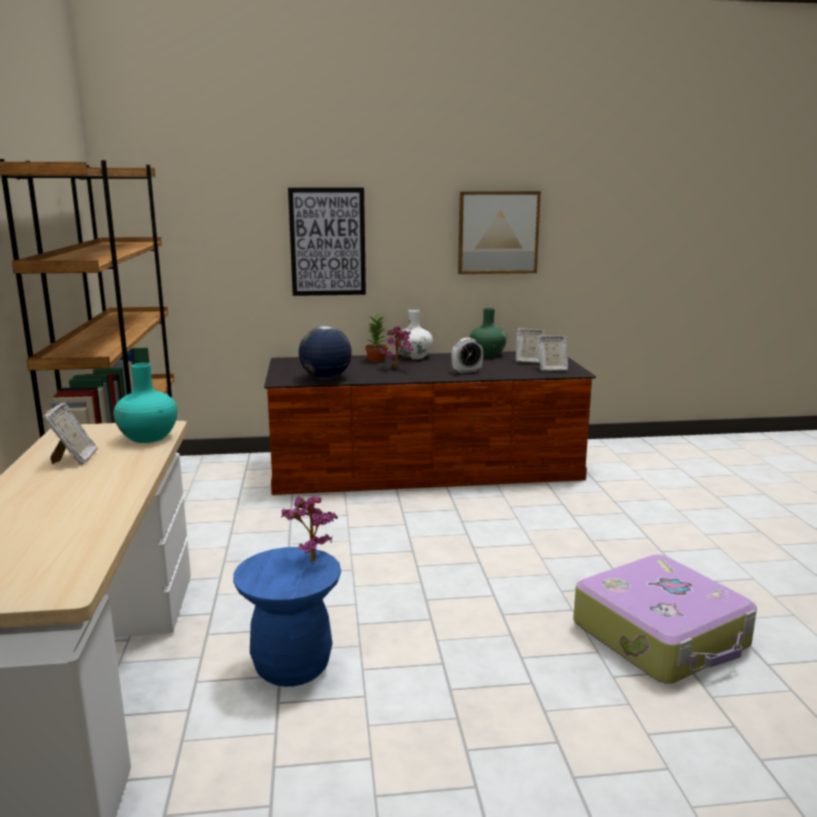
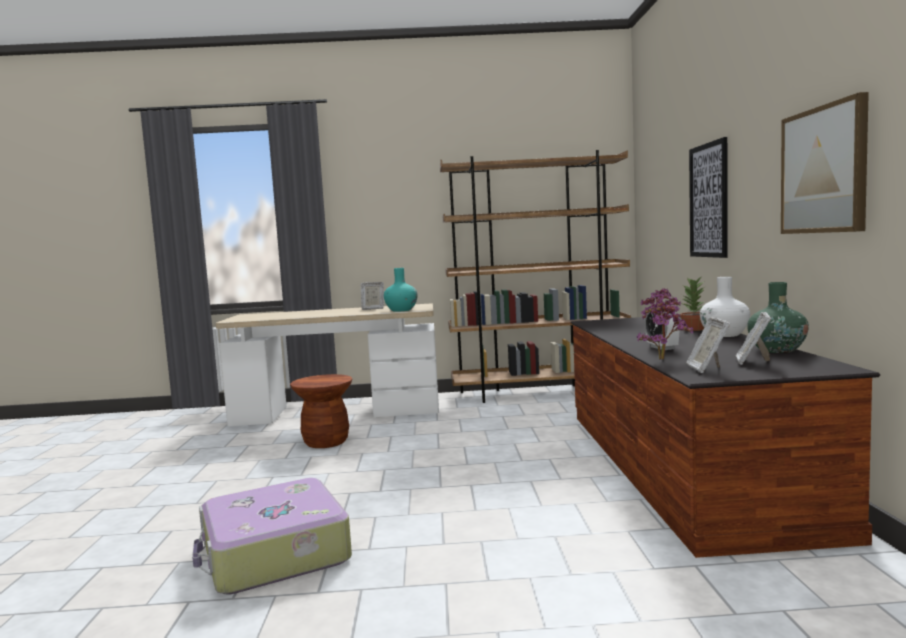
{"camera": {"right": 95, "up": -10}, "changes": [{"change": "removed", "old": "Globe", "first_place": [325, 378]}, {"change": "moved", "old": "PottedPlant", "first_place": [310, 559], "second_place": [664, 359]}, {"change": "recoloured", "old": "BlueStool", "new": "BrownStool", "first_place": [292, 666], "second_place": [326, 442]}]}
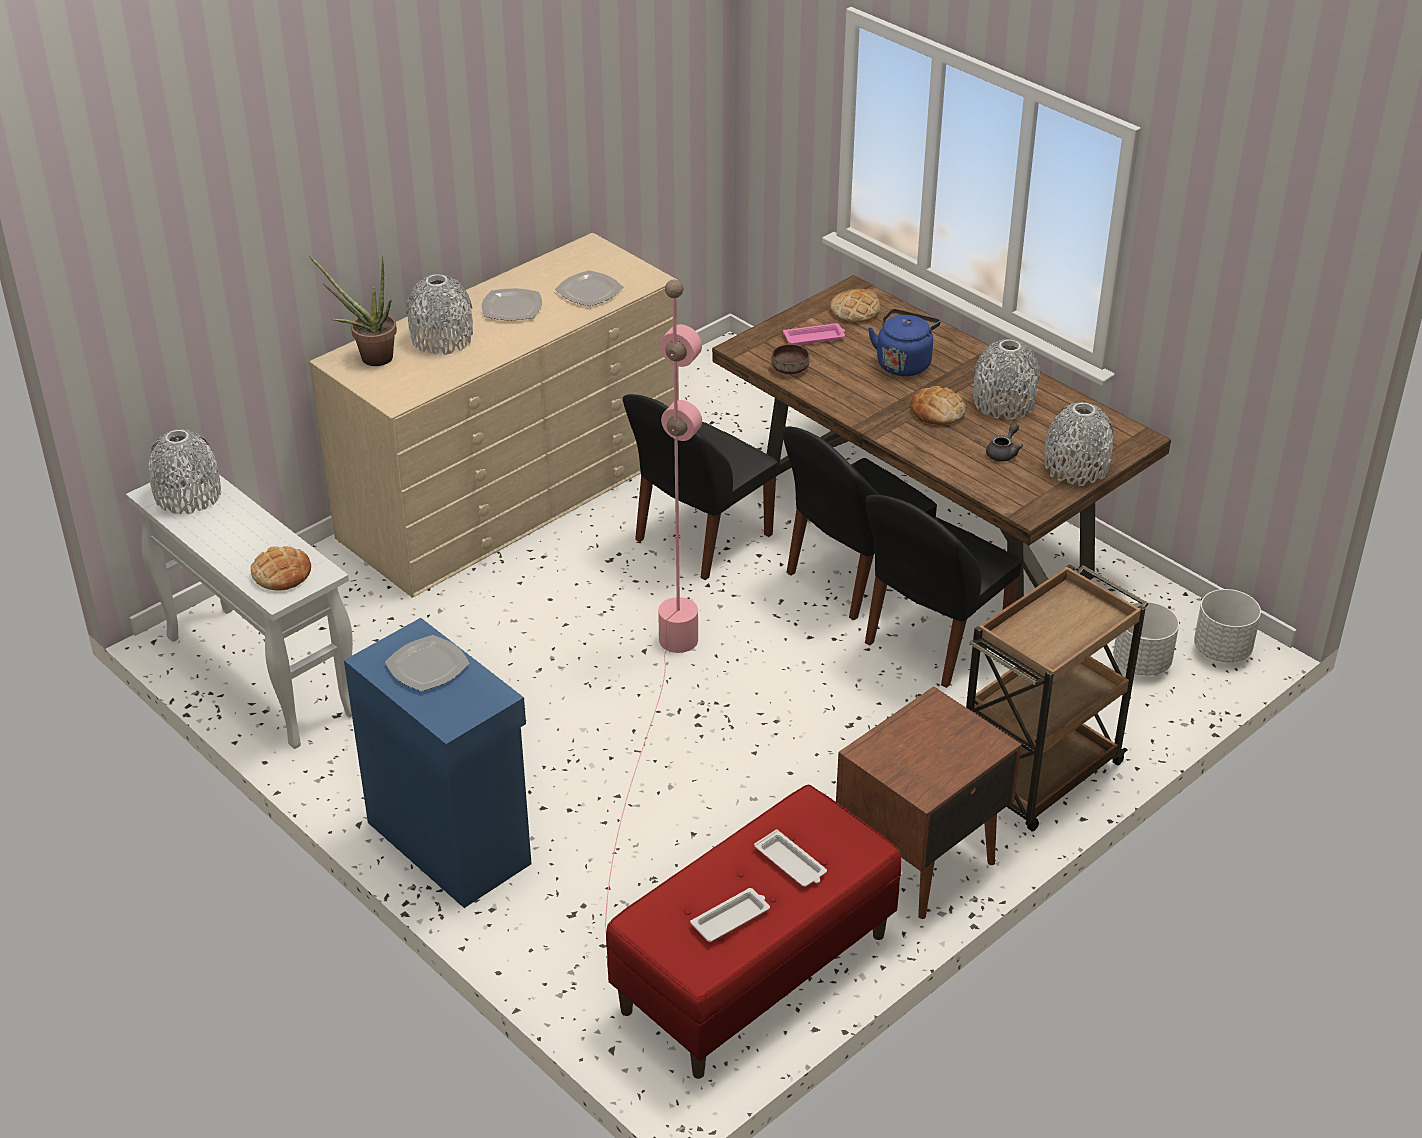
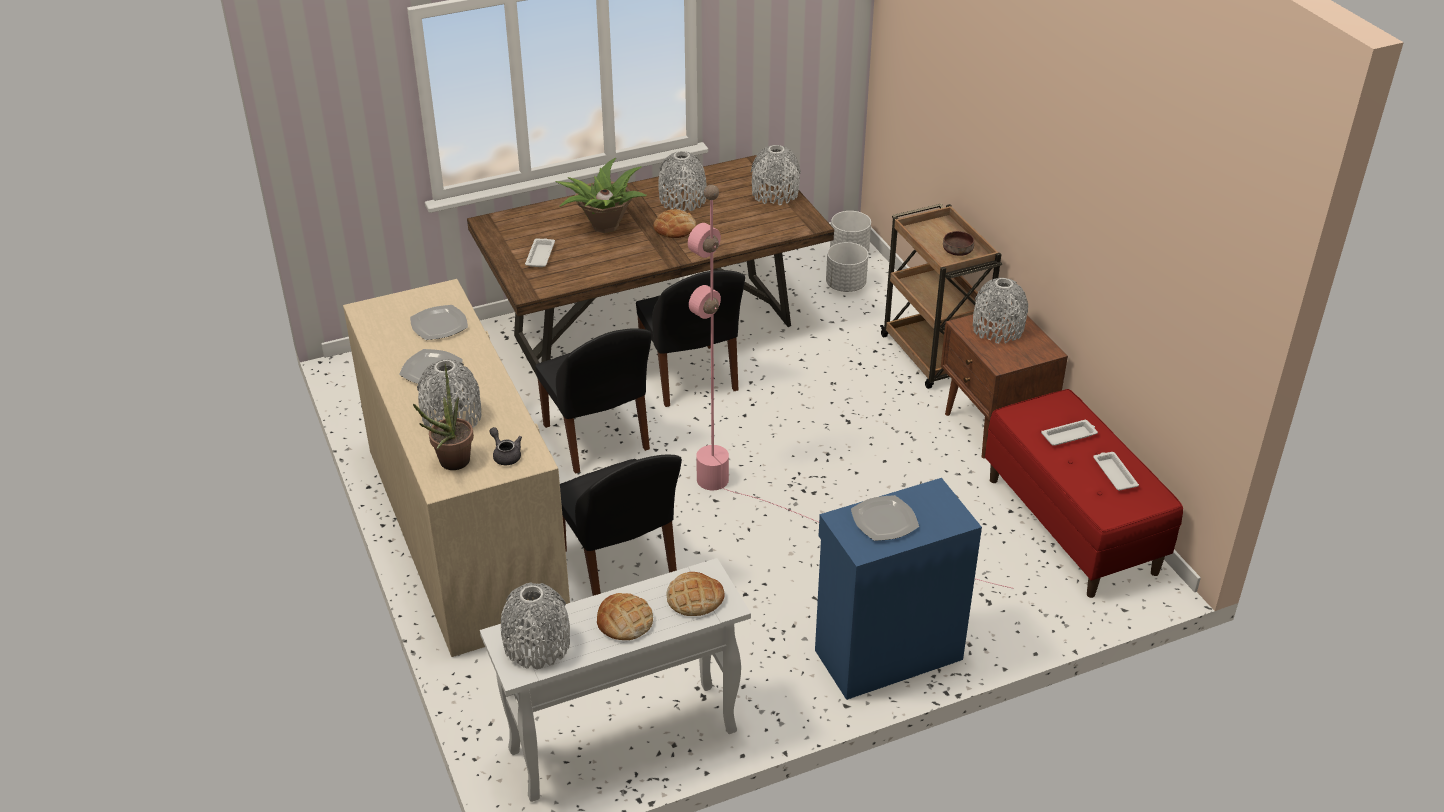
{"camera": {"right": -70, "up": 0}, "changes": [{"change": "added", "new": "GreyVase", "second_place": [997, 329]}, {"change": "moved", "old": "BrownBowl", "first_place": [789, 369], "second_place": [957, 251]}, {"change": "moved", "old": "Bread", "first_place": [855, 310], "second_place": [624, 621]}, {"change": "moved", "old": "BlackChair", "first_place": [934, 642], "second_place": [619, 566]}, {"change": "moved", "old": "GreyTeapot", "first_place": [1003, 452], "second_place": [505, 455]}, {"change": "replaced", "old": "BlueKettle", "new": "PottedPlant", "first_place": [904, 363], "second_place": [604, 226]}, {"change": "recoloured", "old": "PinkTray", "new": "WhiteTray", "first_place": [815, 338], "second_place": [540, 255]}]}
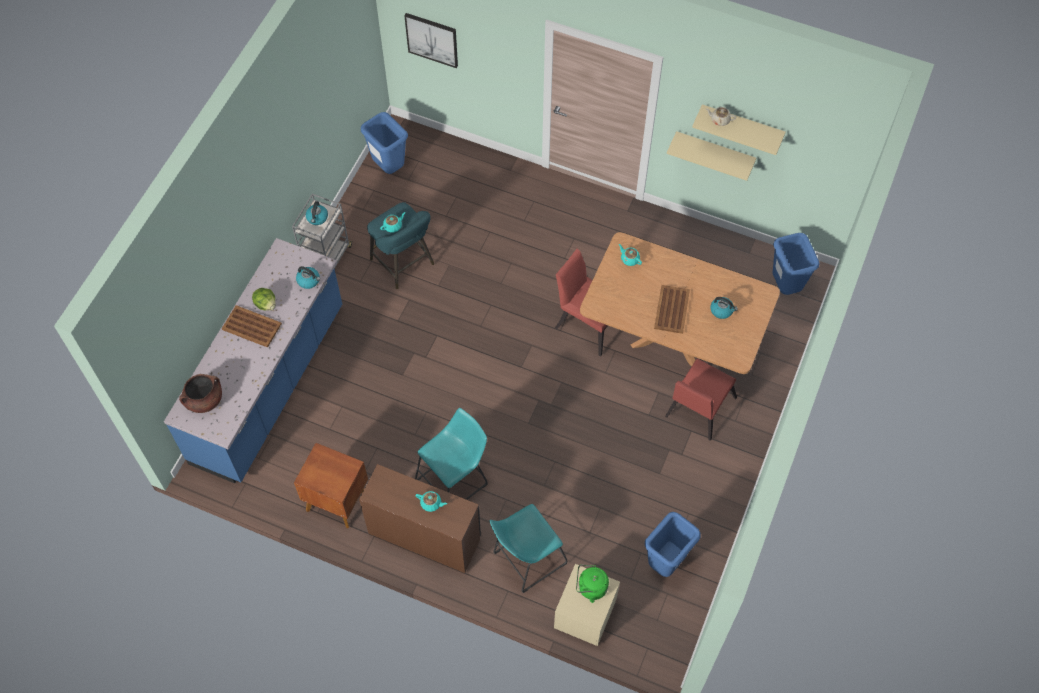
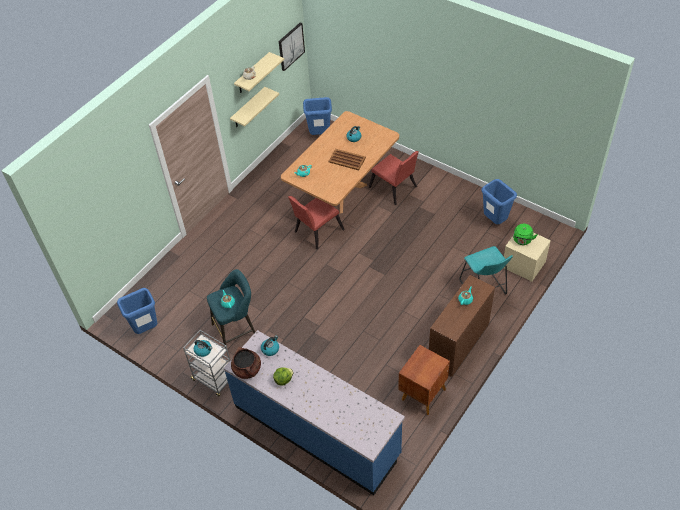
{"camera": {"right": -75, "up": -10}, "changes": [{"change": "removed", "old": "BrownTray", "first_place": [251, 326]}, {"change": "removed", "old": "TurquoiseStool", "first_place": [455, 480]}, {"change": "moved", "old": "BrownCookingPot", "first_place": [204, 400], "second_place": [247, 369]}, {"change": "moved", "old": "Picture", "first_place": [432, 39], "second_place": [291, 46]}]}
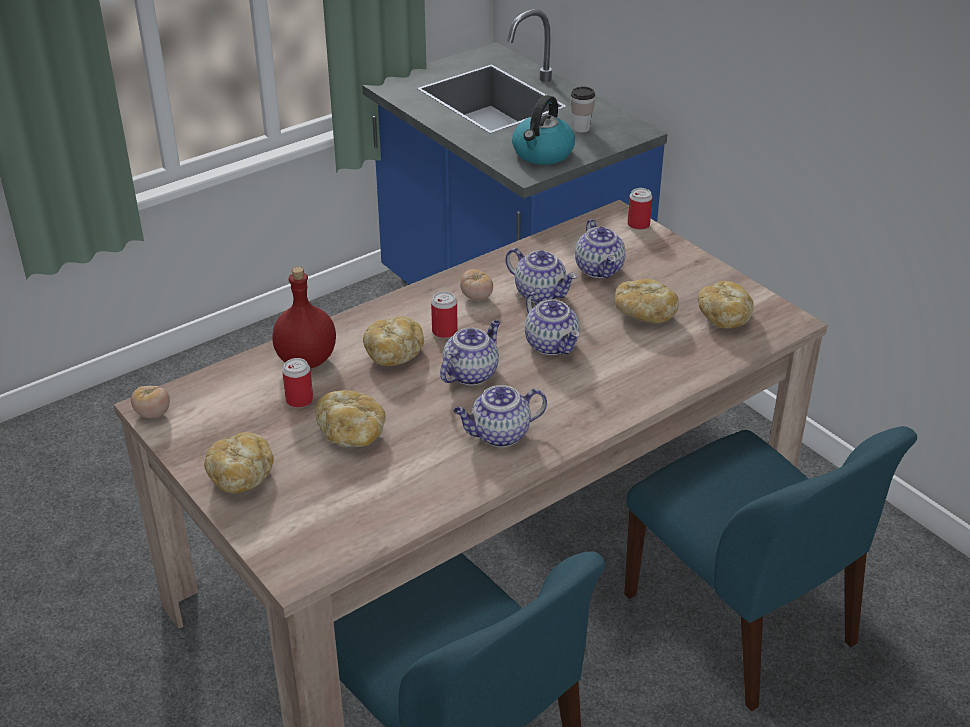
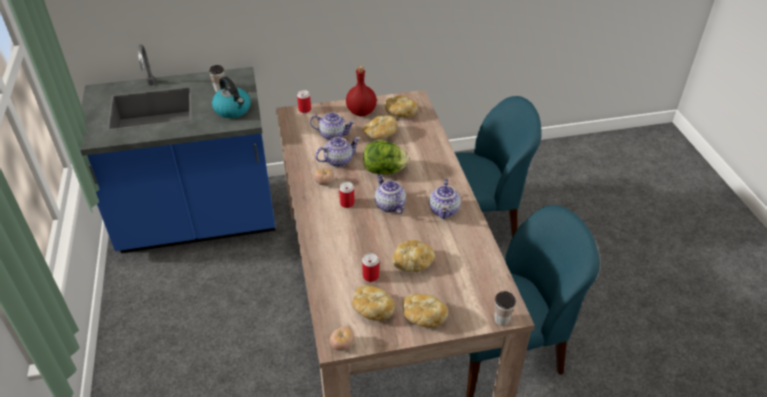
{"camera": {"right": -65, "up": 5}, "changes": [{"change": "added", "new": "Cup", "second_place": [501, 319]}, {"change": "moved", "old": "RedBottle", "first_place": [307, 360], "second_place": [362, 112]}, {"change": "moved", "old": "Bread", "first_place": [394, 353], "second_place": [373, 309]}, {"change": "replaced", "old": "Teapot", "new": "Lettuce", "first_place": [552, 345], "second_place": [384, 171]}]}
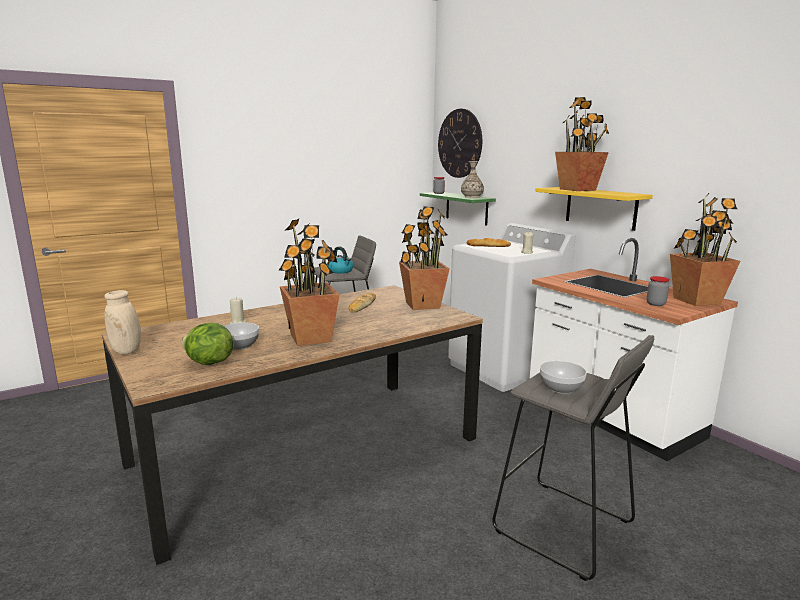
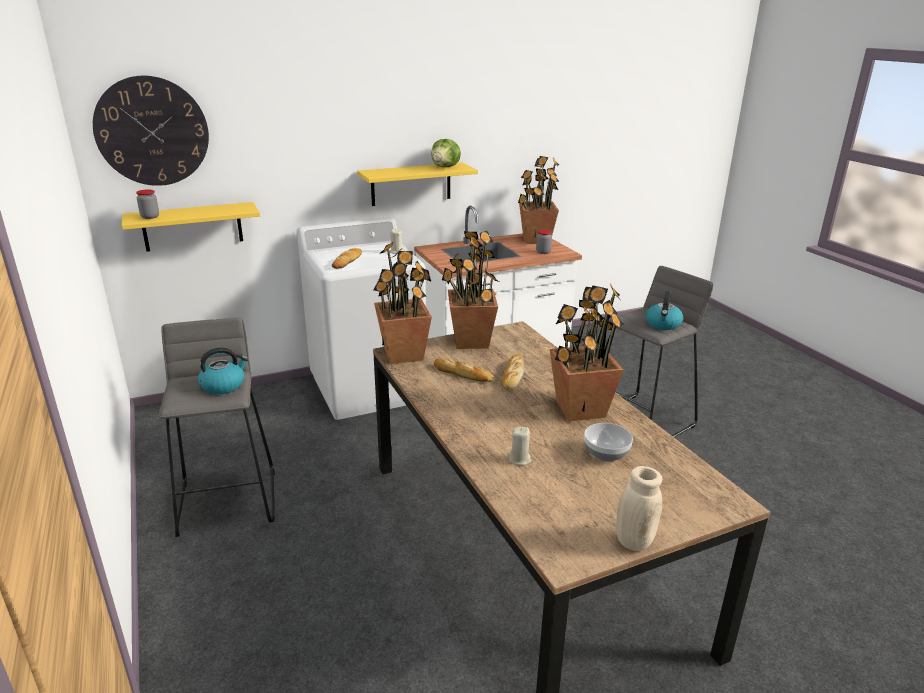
{"camera": {"right": -80, "up": 10}, "changes": [{"change": "removed", "old": "Vase", "first_place": [472, 197]}, {"change": "added", "new": "Bread", "second_place": [512, 375]}, {"change": "moved", "old": "Lettuce", "first_place": [209, 363], "second_place": [446, 167]}, {"change": "moved", "old": "PottedPlant", "first_place": [578, 189], "second_place": [404, 354]}, {"change": "replaced", "old": "Bowl", "new": "Kettle", "first_place": [561, 388], "second_place": [663, 324]}, {"change": "recoloured", "old": "GreenShelf", "new": "YellowShelf", "first_place": [466, 208], "second_place": [192, 226]}]}
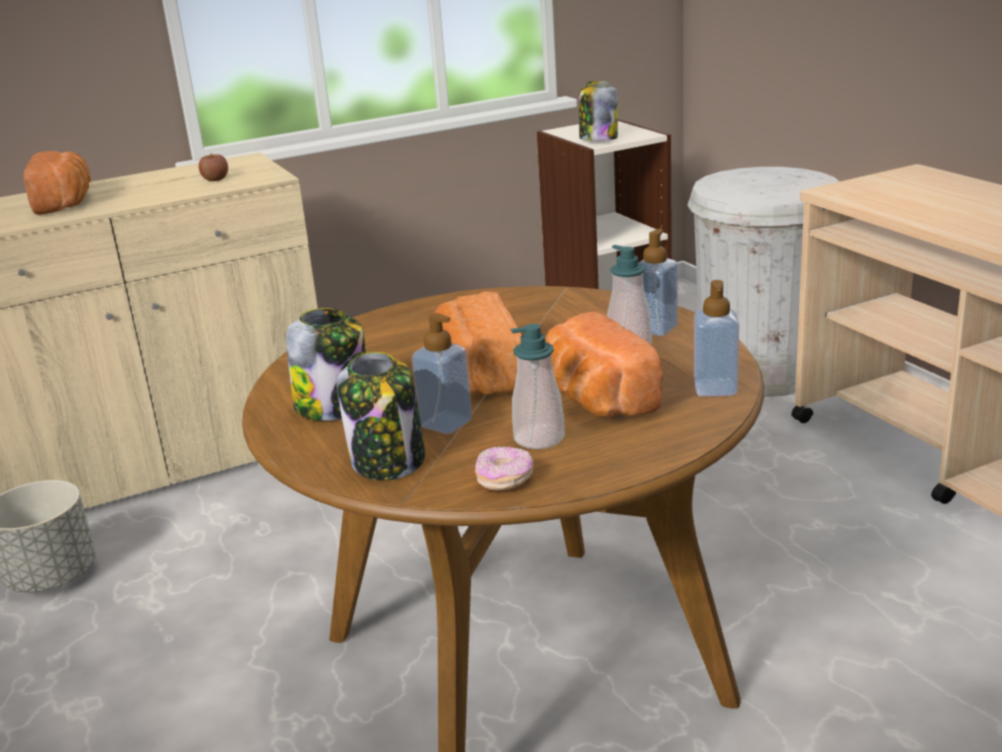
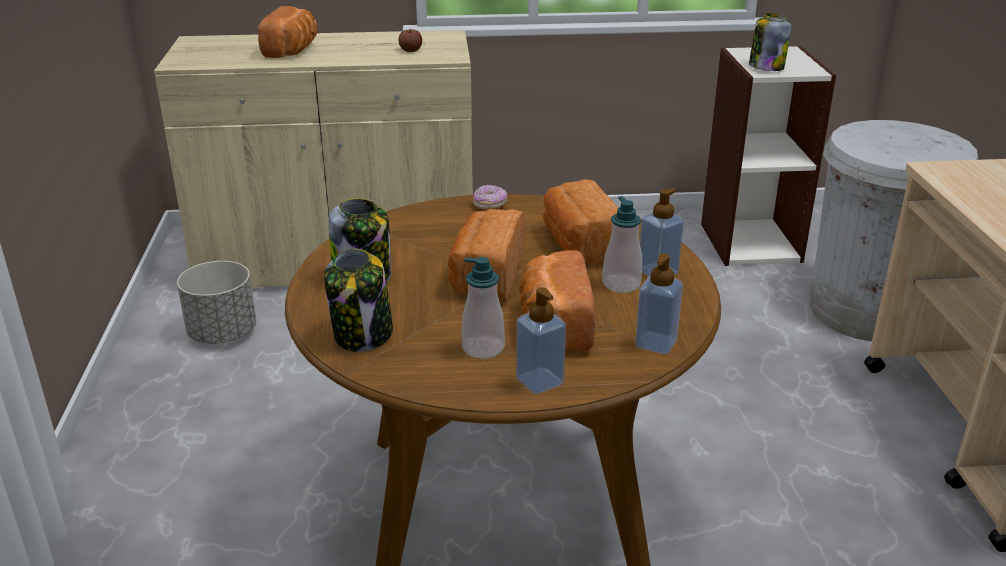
{"camera": {"right": 20, "up": 5}, "changes": [{"change": "added", "new": "Bread", "second_place": [580, 246]}, {"change": "moved", "old": "SoapDispenser", "first_place": [446, 423], "second_place": [539, 381]}, {"change": "moved", "old": "Donut", "first_place": [504, 480], "second_place": [490, 205]}]}
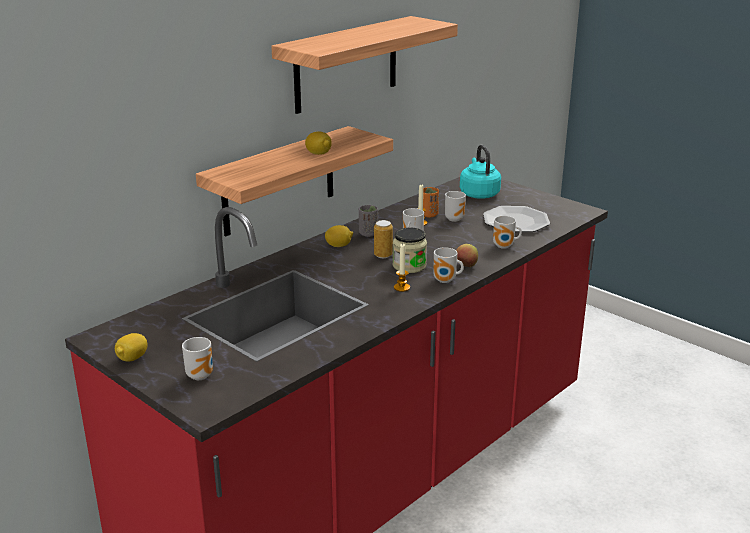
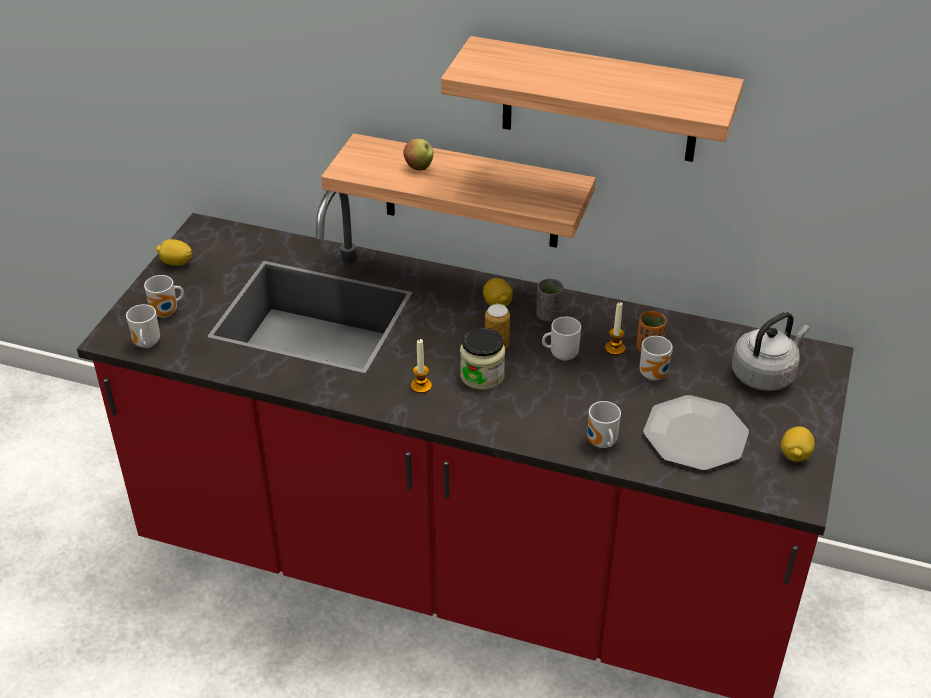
{"camera": {"right": 65, "up": 15}, "changes": [{"change": "moved", "old": "Lemon", "first_place": [318, 153], "second_place": [795, 455]}, {"change": "moved", "old": "Mug", "first_place": [446, 281], "second_place": [145, 344]}, {"change": "moved", "old": "Apple", "first_place": [466, 266], "second_place": [419, 167]}, {"change": "recoloured", "old": "TurquoiseKettle", "new": "GreyKettle", "first_place": [478, 193], "second_place": [765, 374]}]}
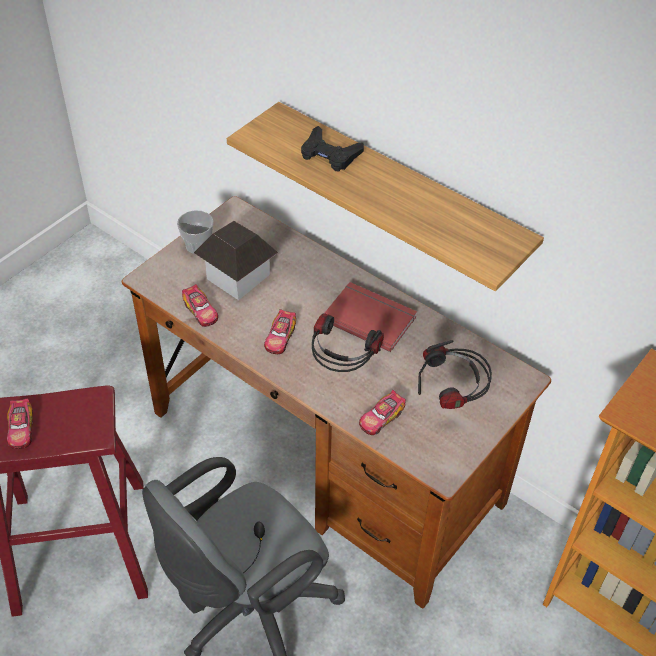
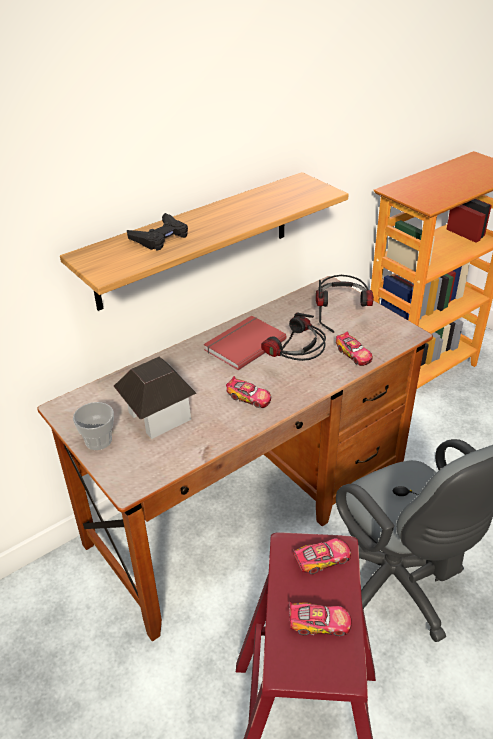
{"camera": {"right": -75, "up": -10}, "changes": [{"change": "moved", "old": "ToyCar", "first_place": [201, 311], "second_place": [322, 559]}]}
